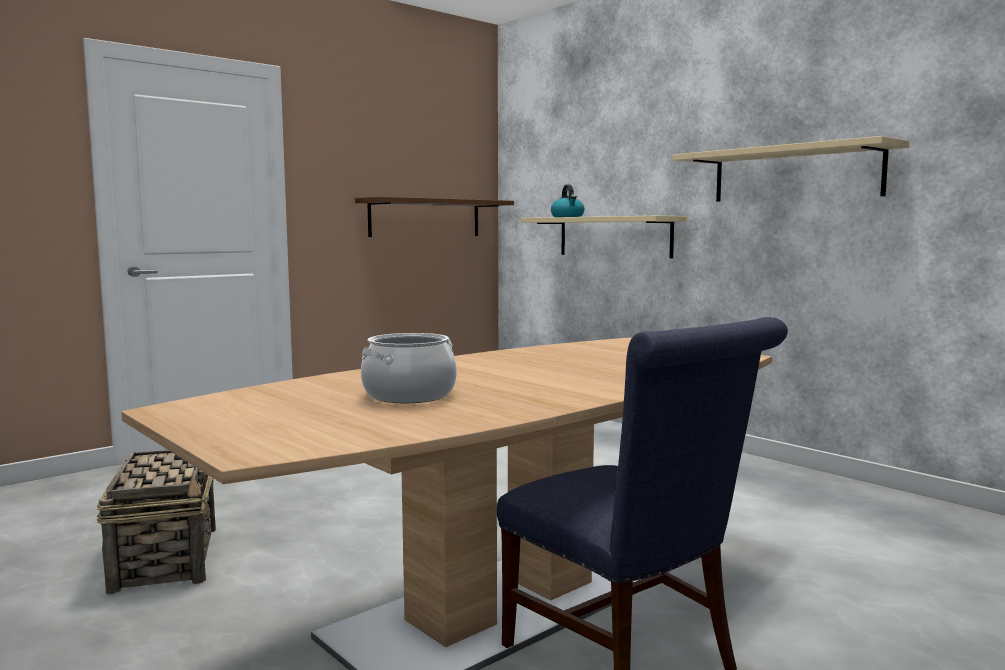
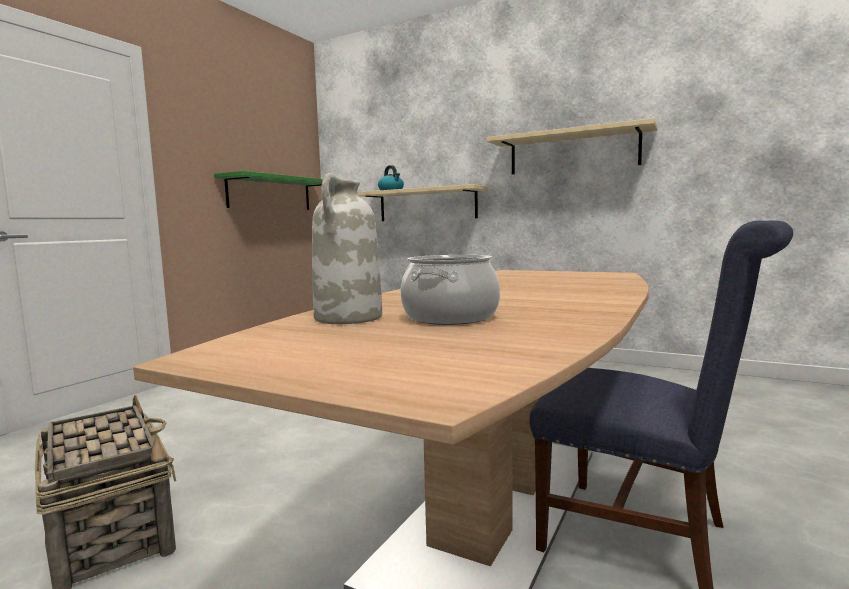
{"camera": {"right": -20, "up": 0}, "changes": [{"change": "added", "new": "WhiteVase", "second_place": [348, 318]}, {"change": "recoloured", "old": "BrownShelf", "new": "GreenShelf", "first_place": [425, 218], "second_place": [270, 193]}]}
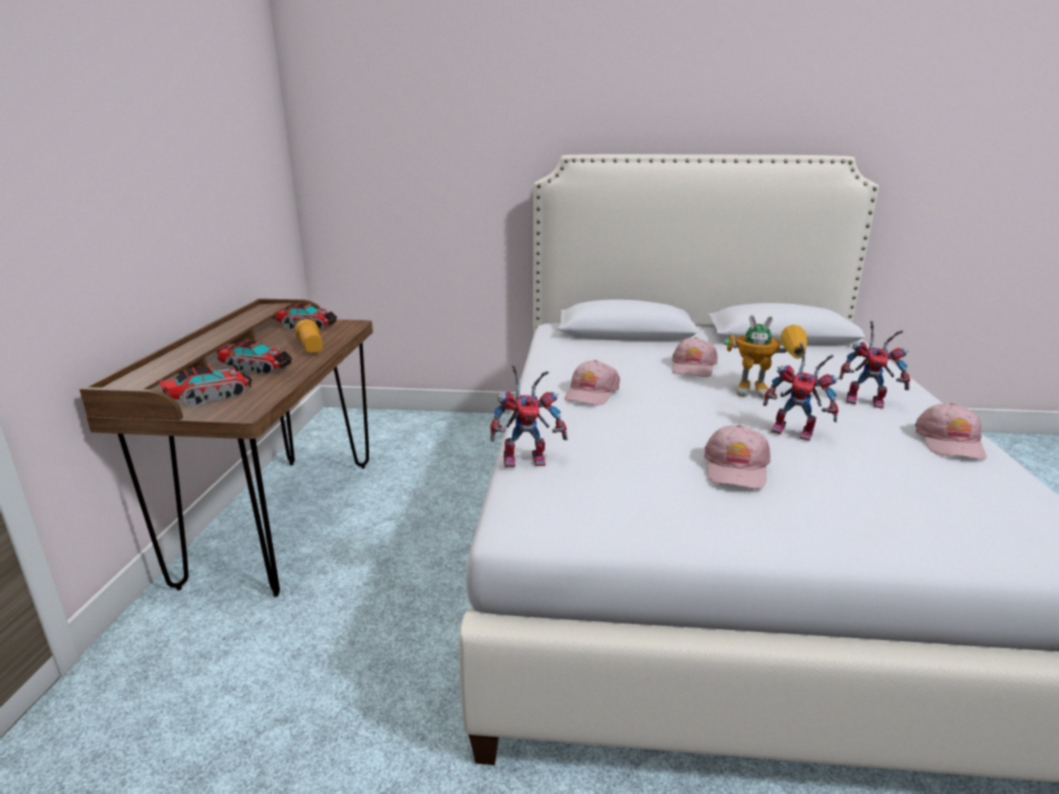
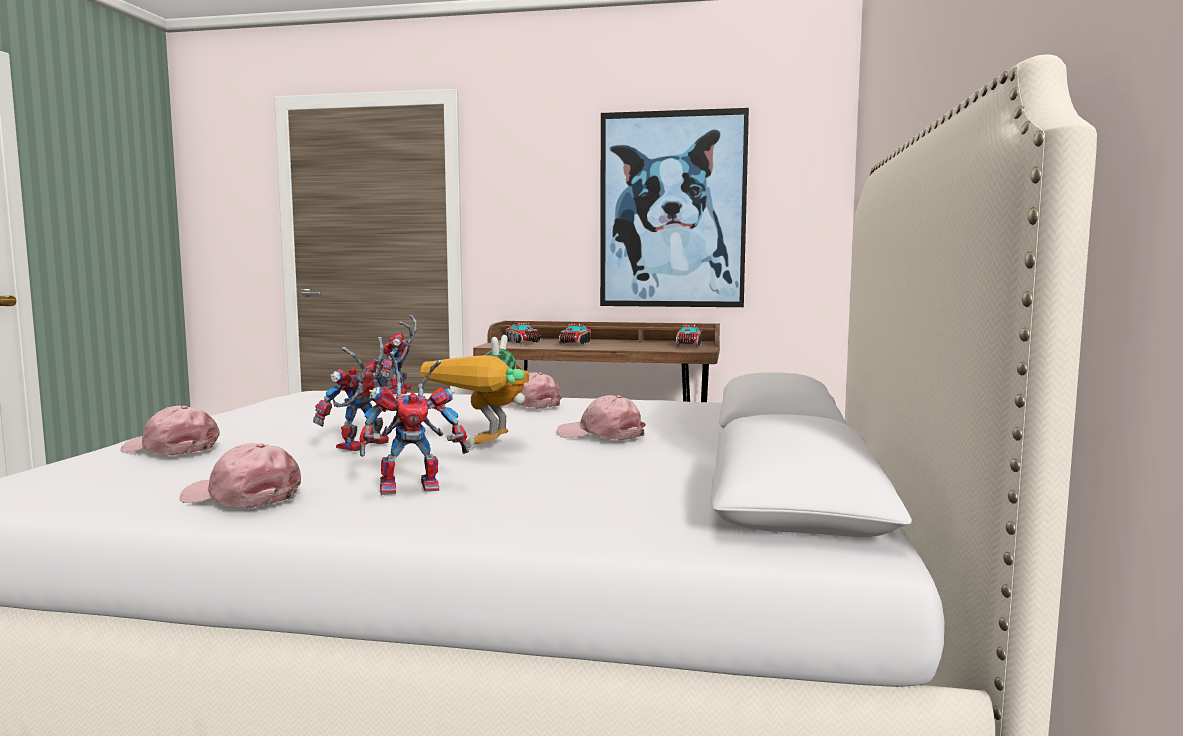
{"camera": {"right": 95, "up": -15}, "changes": [{"change": "removed", "old": "Flashlight", "first_place": [310, 347]}, {"change": "added", "new": "Picture", "second_place": [672, 210]}, {"change": "moved", "old": "PinkCap", "first_place": [736, 468], "second_place": [171, 448]}, {"change": "turned", "old": "ToyRobot", "first_place": [868, 401], "second_place": [414, 486], "degrees": -135}]}
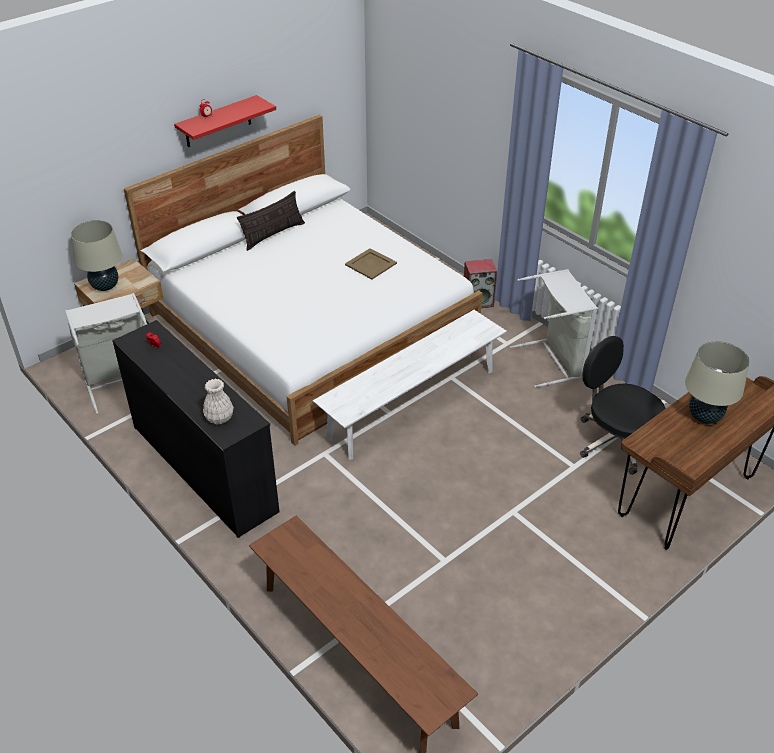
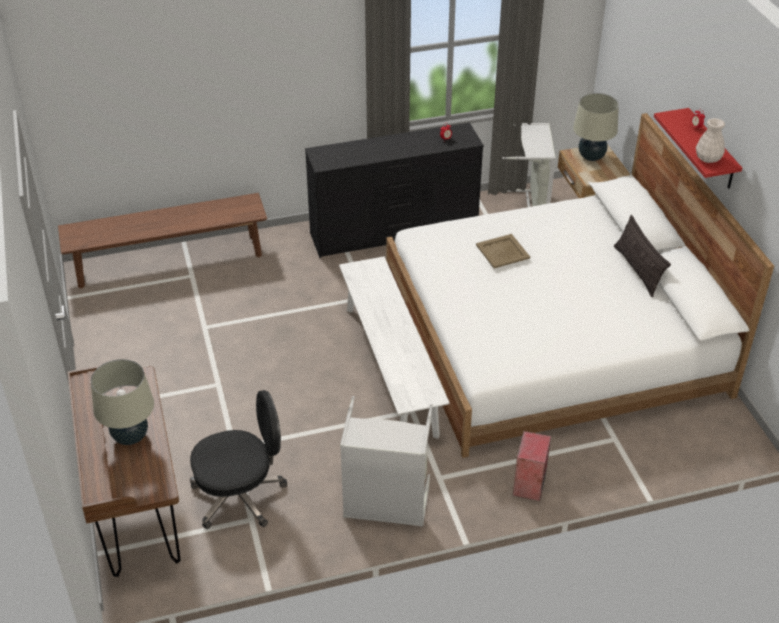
{"camera": {"right": 115, "up": 0}, "changes": [{"change": "moved", "old": "WhiteVase", "first_place": [219, 418], "second_place": [707, 158]}, {"change": "moved", "old": "BeigeTray", "first_place": [370, 264], "second_place": [503, 251]}]}
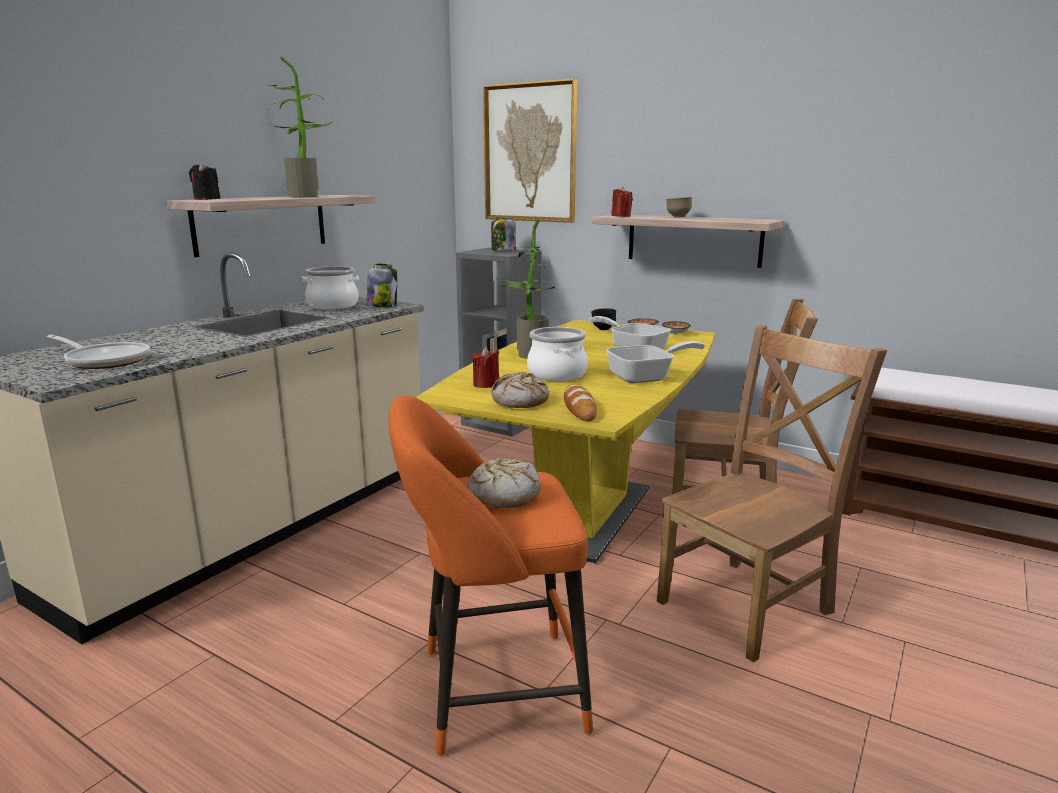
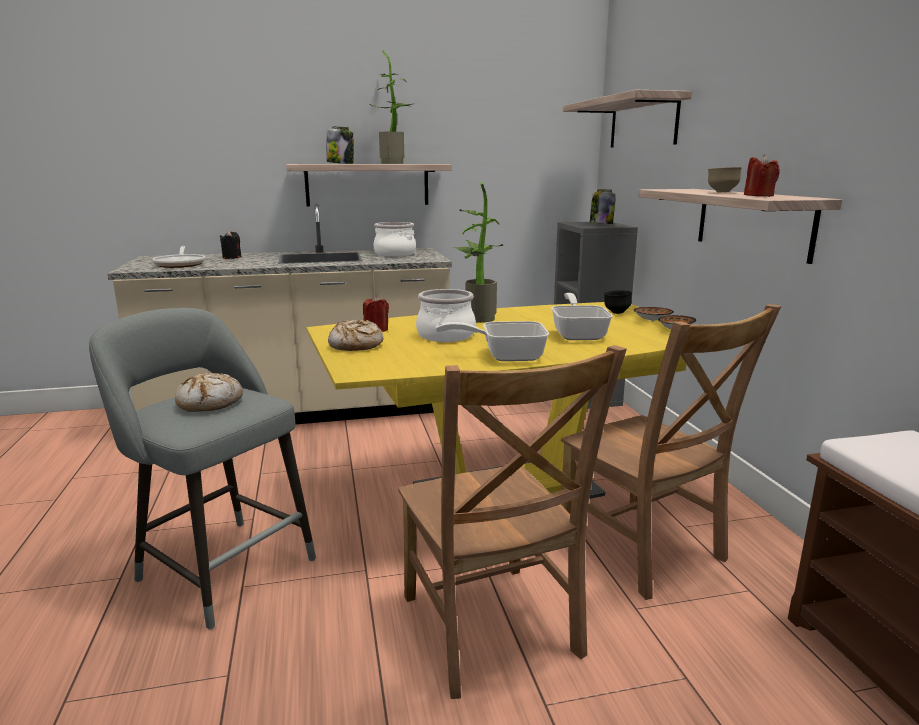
{"camera": {"right": 45, "up": 0}, "changes": [{"change": "removed", "old": "Bread", "first_place": [579, 407]}, {"change": "moved", "old": "BlackCandle", "first_place": [207, 199], "second_place": [232, 257]}, {"change": "moved", "old": "Jar", "first_place": [382, 306], "second_place": [340, 163]}, {"change": "moved", "old": "RedCandle", "first_place": [621, 216], "second_place": [759, 196]}, {"change": "replaced", "old": "Picture", "new": "Shelf", "first_place": [530, 153], "second_place": [643, 123]}, {"change": "recoloured", "old": "OrangeStool", "new": "GreyStool", "first_place": [491, 691], "second_place": [221, 567]}, {"change": "turned", "old": "FryingPan", "first_place": [646, 377], "second_place": [504, 356], "degrees": 150}, {"change": "turned", "old": "BrownChair", "first_place": [749, 604], "second_place": [491, 631], "degrees": 60}]}
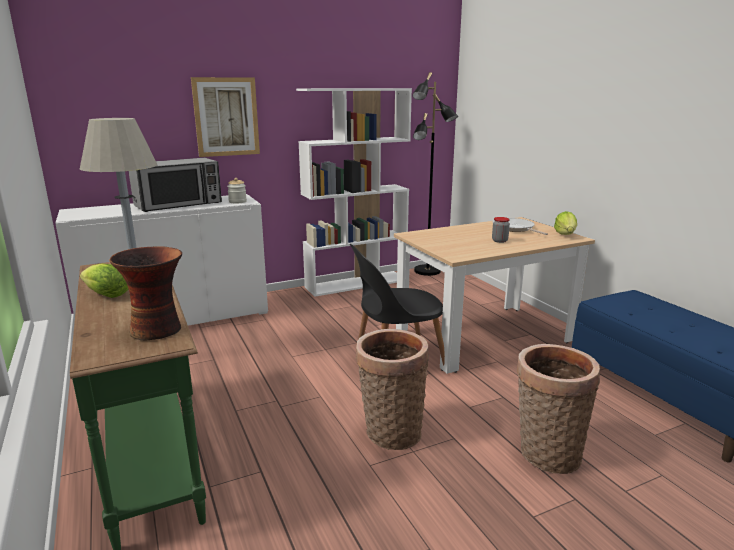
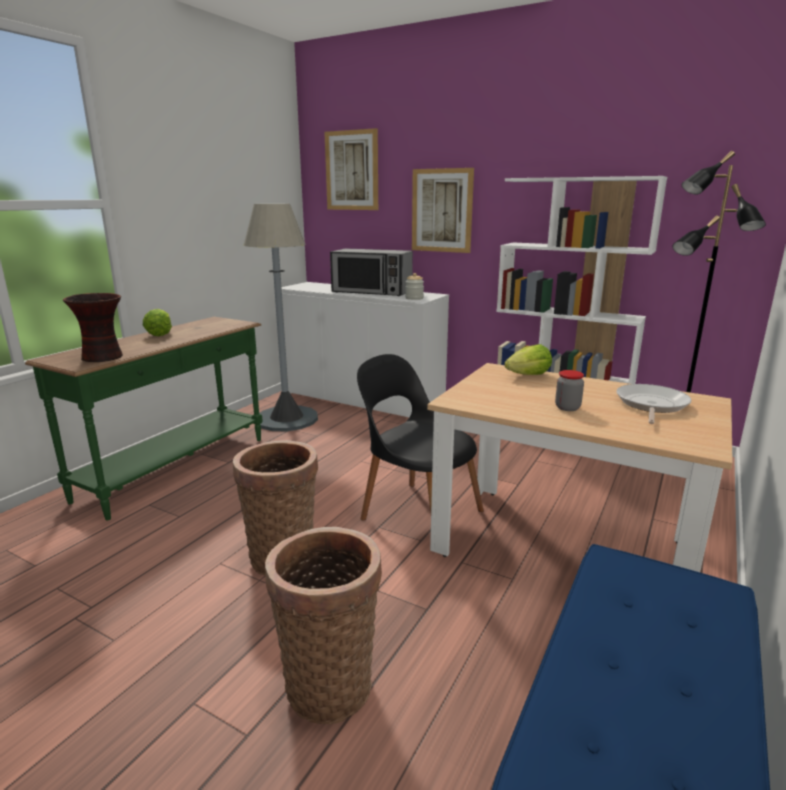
{"camera": {"right": 55, "up": 0}, "changes": [{"change": "added", "new": "Picture", "second_place": [352, 170]}, {"change": "moved", "old": "Lettuce", "first_place": [565, 235], "second_place": [529, 375]}]}
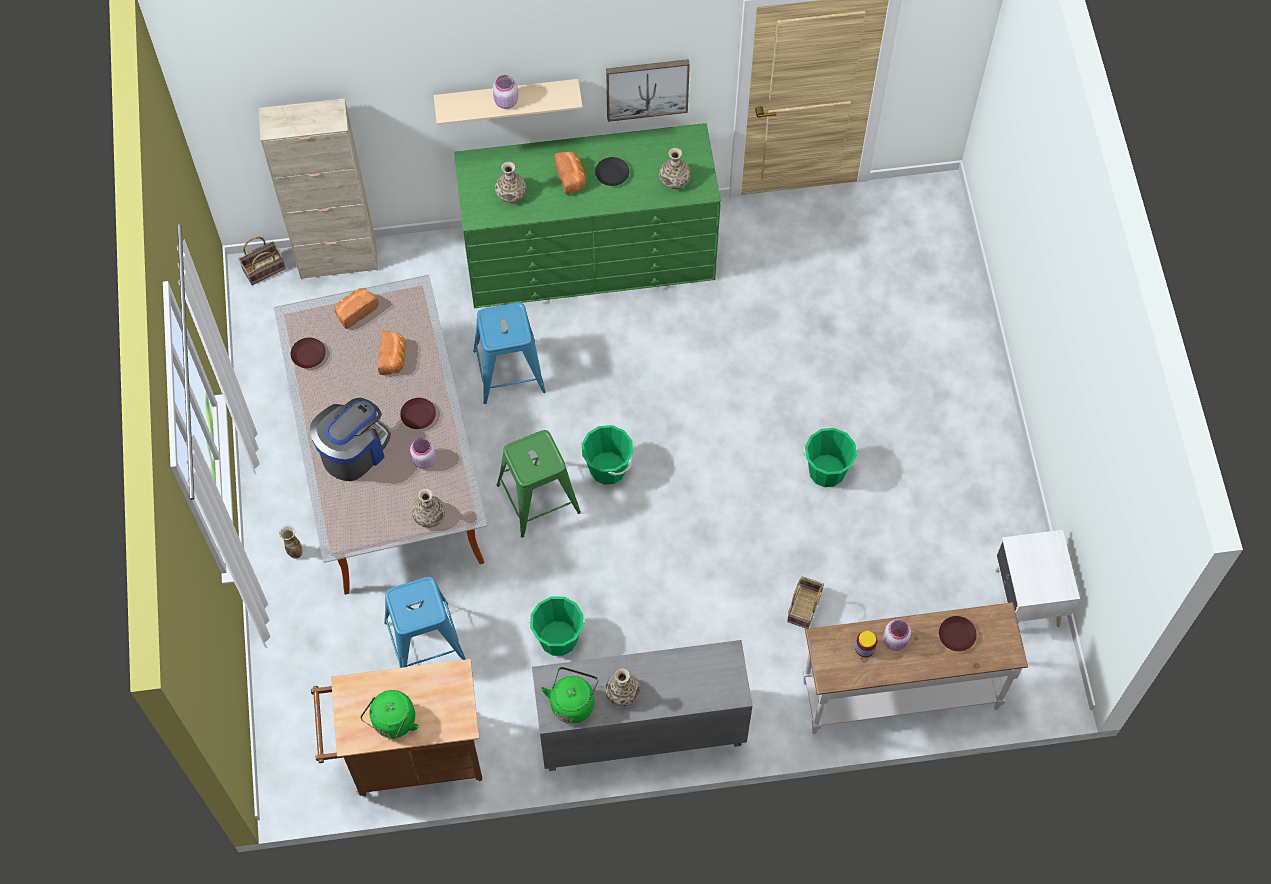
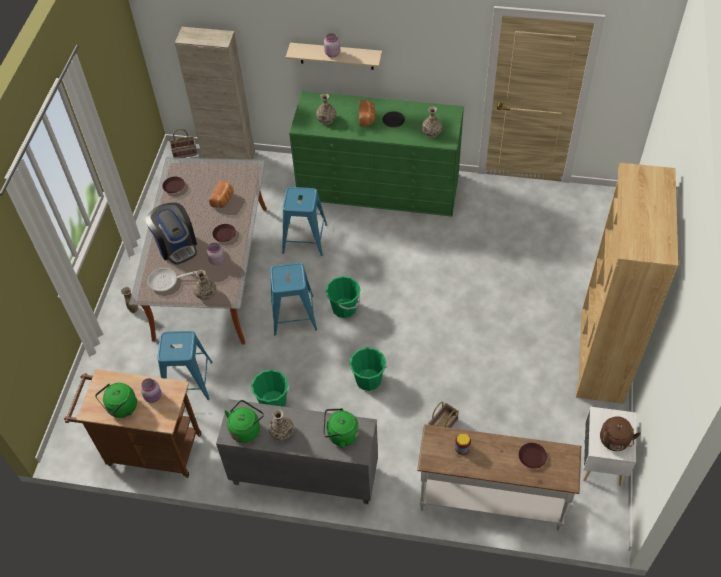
{"camera": {"right": 20, "up": -10}, "changes": [{"change": "removed", "old": "Bread", "first_place": [355, 311]}, {"change": "removed", "old": "Picture", "first_place": [647, 88]}, {"change": "added", "new": "FryingPan", "second_place": [166, 281]}, {"change": "added", "new": "GreenKettle", "second_place": [340, 435]}, {"change": "added", "new": "BrownBookcase", "second_place": [601, 356]}, {"change": "added", "new": "BrownKettle", "second_place": [614, 441]}, {"change": "moved", "old": "GreenBucket", "first_place": [827, 471], "second_place": [368, 380]}, {"change": "moved", "old": "PinkJar", "first_place": [895, 640], "second_place": [153, 396]}, {"change": "recoloured", "old": "GreenStool", "new": "BlueStool", "first_place": [538, 498], "second_place": [293, 315]}, {"change": "turned", "old": "CoffeeMachine", "first_place": [354, 451], "second_place": [176, 245], "degrees": 90}]}
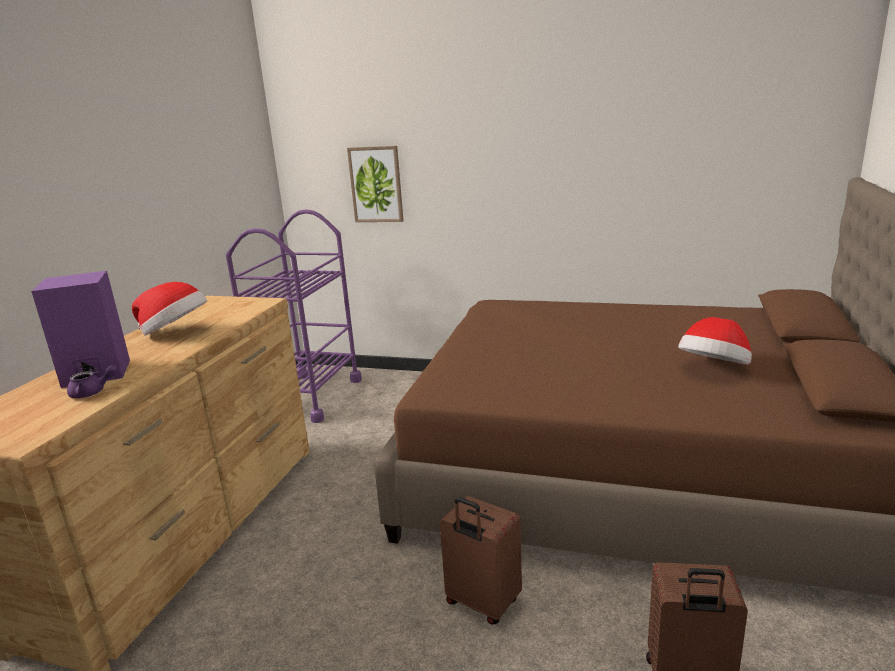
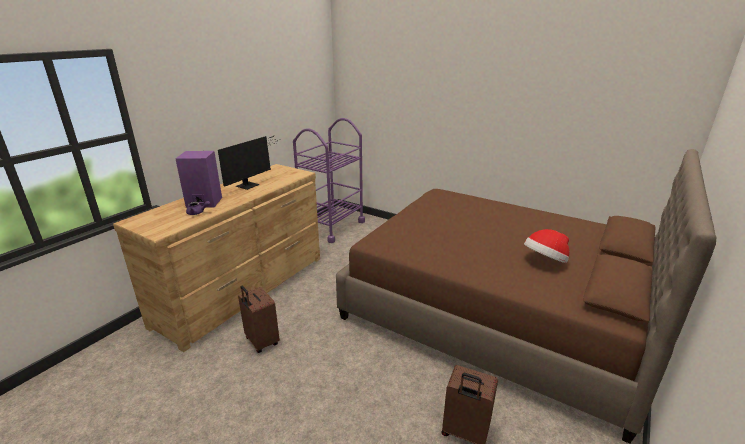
{"camera": {"right": 15, "up": 5}, "changes": [{"change": "removed", "old": "Picture", "first_place": [376, 184]}, {"change": "moved", "old": "BrownSuitcase", "first_place": [481, 603], "second_place": [261, 342]}, {"change": "replaced", "old": "Hat", "new": "Monitor", "first_place": [175, 332], "second_place": [250, 185]}]}
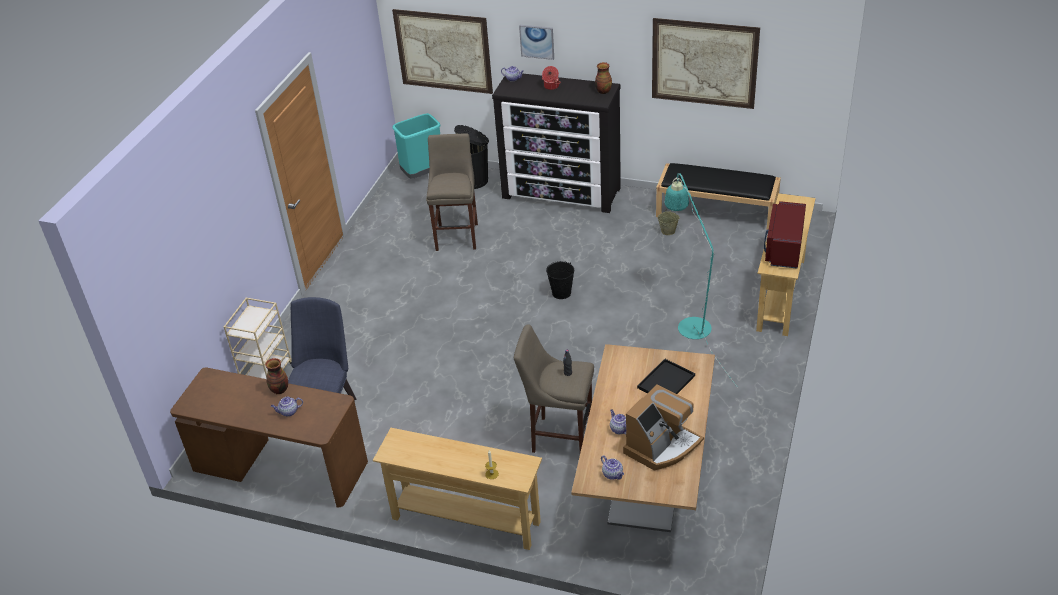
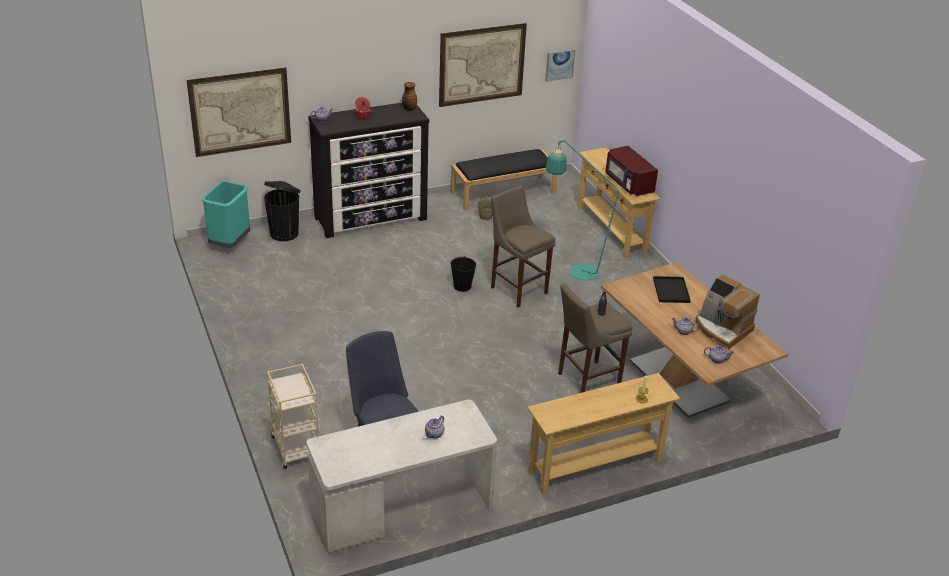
{"camera": {"right": -45, "up": -5}, "changes": [{"change": "removed", "old": "Vase", "first_place": [279, 390]}, {"change": "moved", "old": "BeigeStool", "first_place": [457, 235], "second_place": [517, 289]}, {"change": "moved", "old": "Picture", "first_place": [537, 41], "second_place": [559, 65]}, {"change": "recoloured", "old": "BrownDesk", "new": "WhiteDesk", "first_place": [280, 467], "second_place": [402, 509]}, {"change": "turned", "old": "CoffeeMachine", "first_place": [662, 446], "second_place": [722, 329], "degrees": 135}]}
